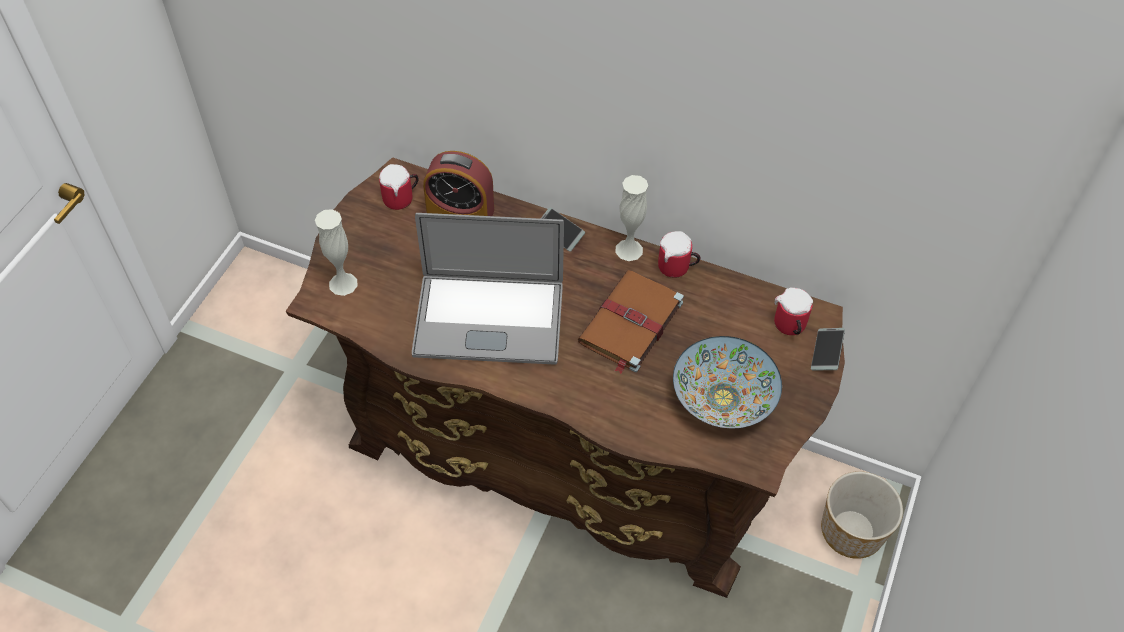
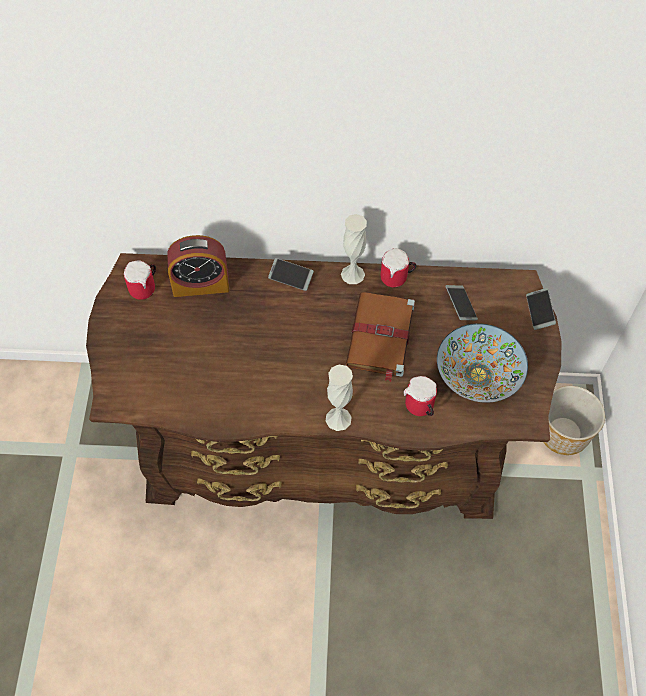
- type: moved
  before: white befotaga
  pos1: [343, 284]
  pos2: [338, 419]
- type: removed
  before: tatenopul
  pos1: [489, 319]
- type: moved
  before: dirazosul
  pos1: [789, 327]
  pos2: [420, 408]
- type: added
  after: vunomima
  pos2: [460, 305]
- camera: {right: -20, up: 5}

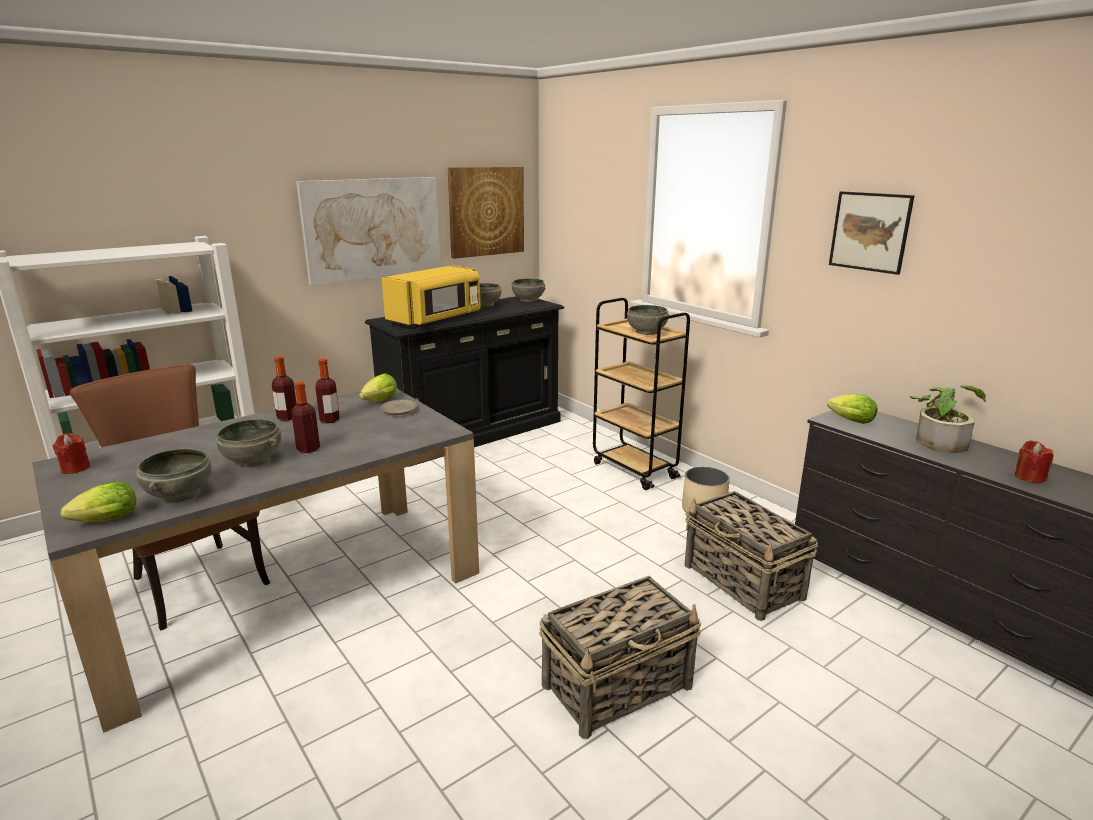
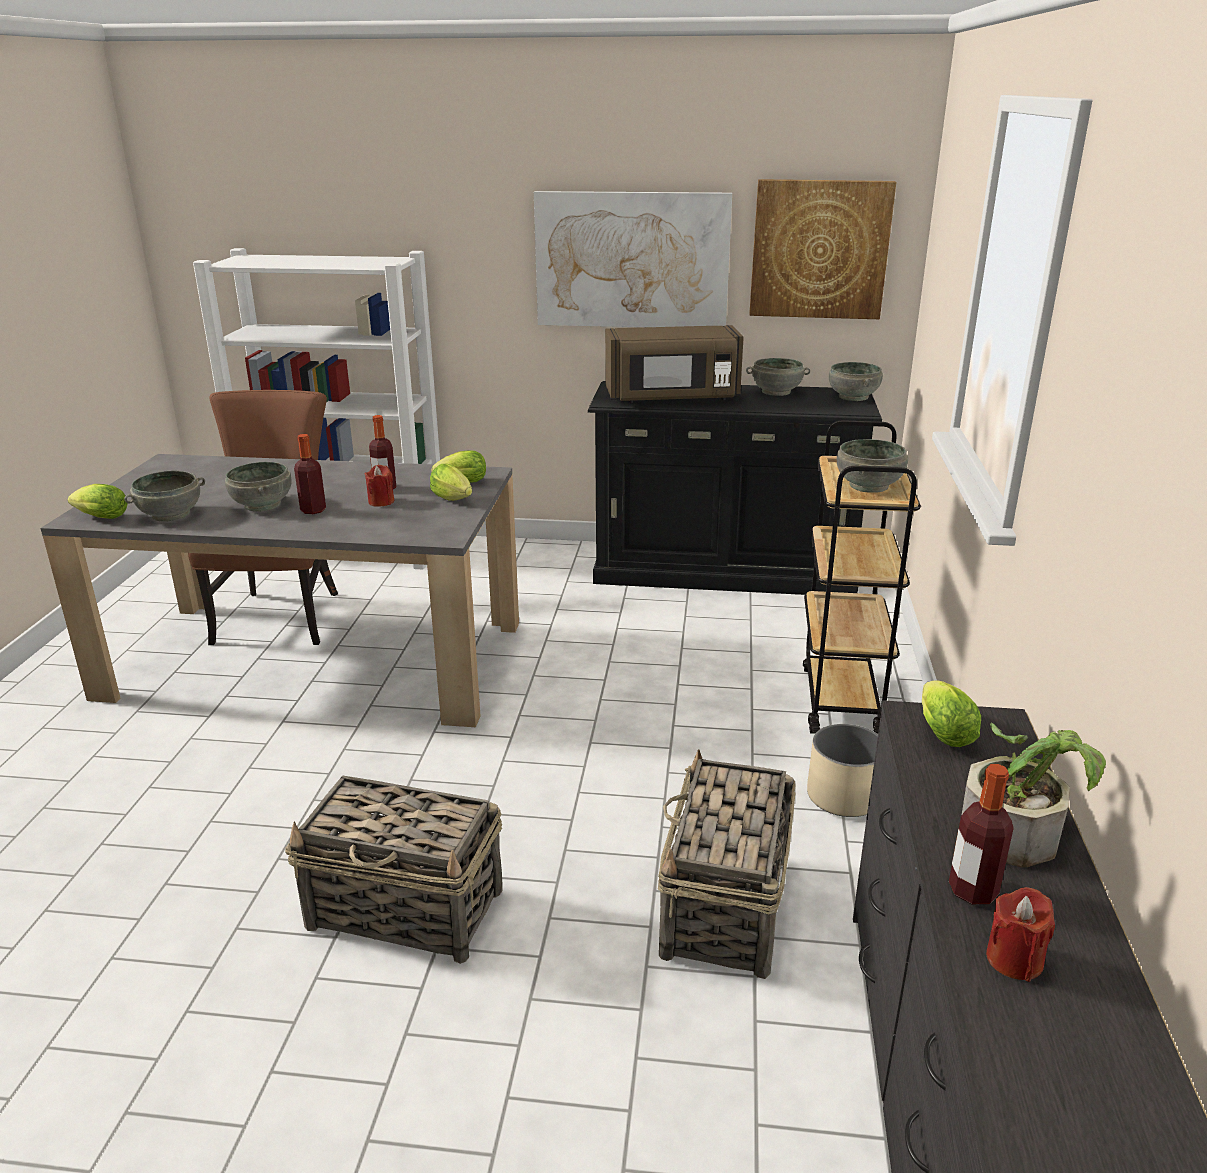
- type: moved
  before: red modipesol
  pos1: [75, 468]
  pos2: [381, 502]
- type: moved
  before: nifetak
  pos1: [287, 417]
  pos2: [973, 890]
- type: replaced
  before: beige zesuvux
  after: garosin
  pos1: [399, 411]
  pos2: [454, 500]
- type: recoloured
  before: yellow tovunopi
  after: brown tovunopi
  pos1: [436, 319]
  pos2: [672, 398]
- type: removed
  before: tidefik
  pos1: [870, 232]
- camera: {right: 45, up: 5}

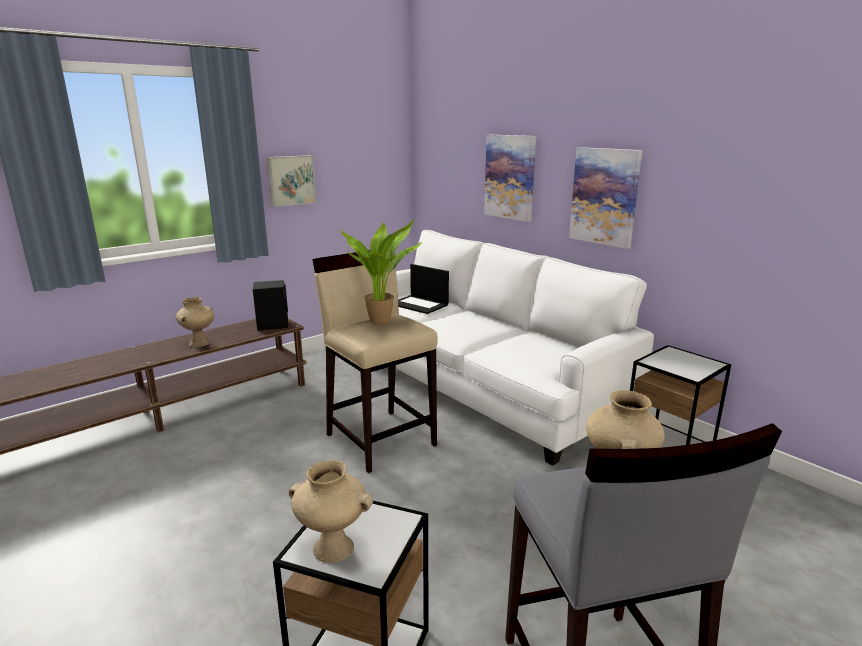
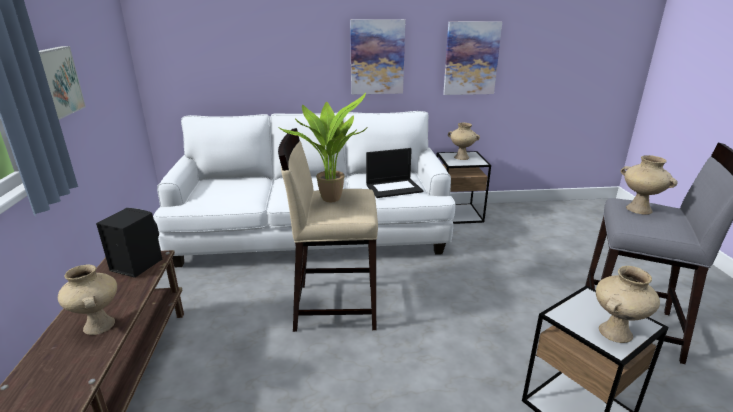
- type: moved
  before: tatenopul
  pos1: [420, 304]
  pos2: [394, 188]
- type: moved
  before: tidefik
  pos1: [510, 177]
  pos2: [471, 58]
- type: added
  after: beige befotaga
  pos2: [462, 157]
- camera: {right: -55, up: 5}

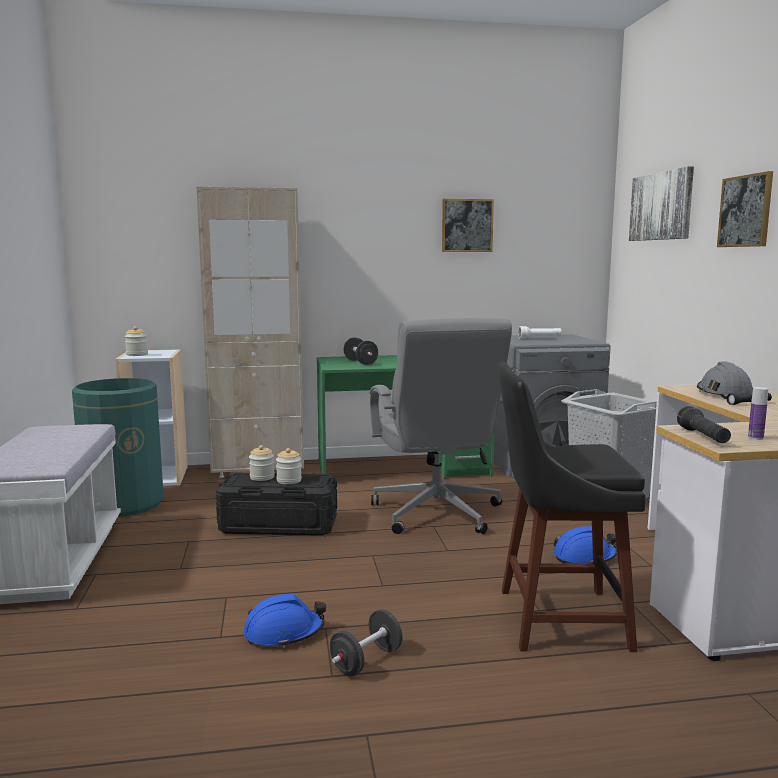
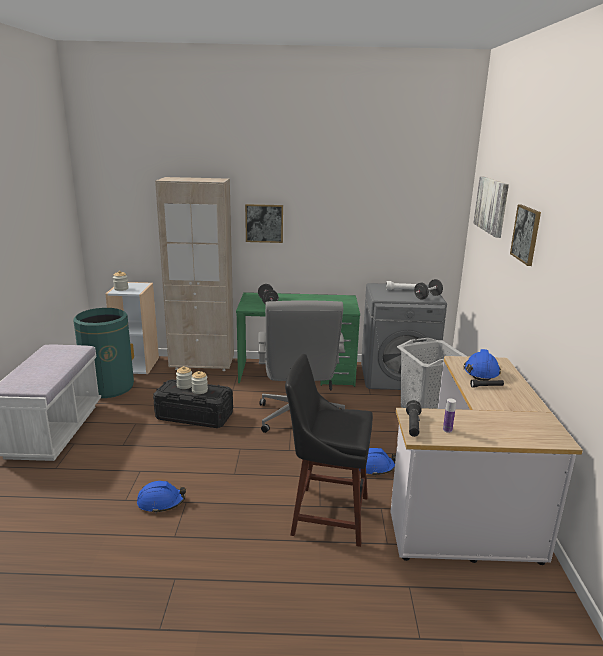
- type: moved
  before: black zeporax
  pos1: [366, 661]
  pos2: [427, 297]
- type: moved
  before: tidefik
  pos1: [467, 225]
  pos2: [264, 223]
- type: recoloured
  before: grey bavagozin
  after: blue bavagozin
  pos1: [723, 393]
  pos2: [481, 371]
- camera: {right: 10, up: 10}

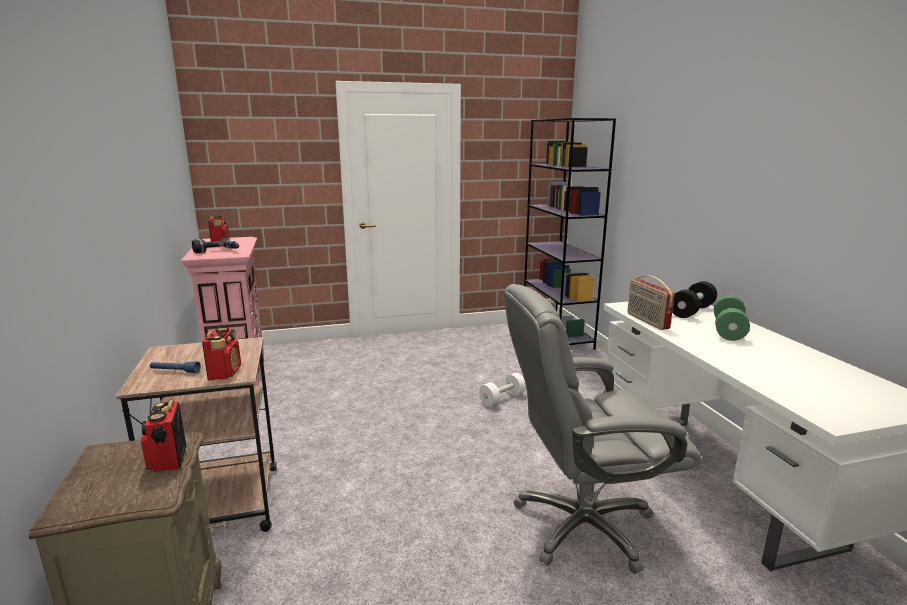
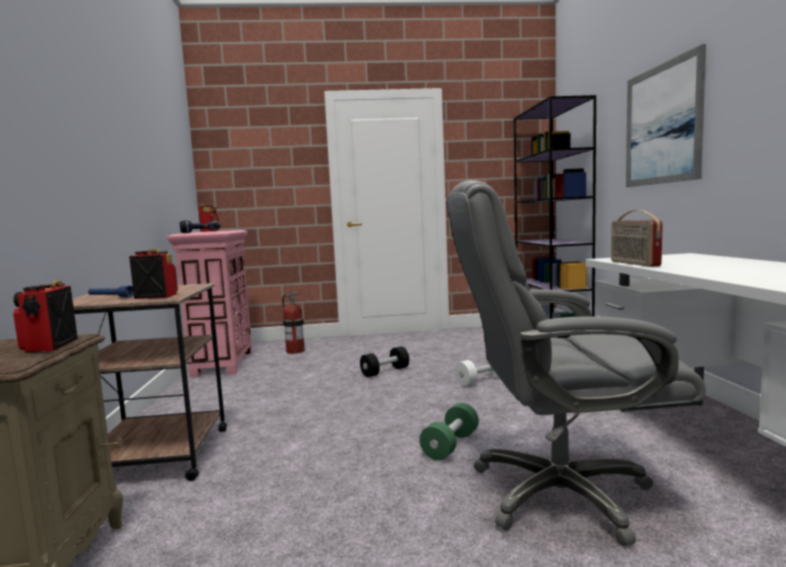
- type: turned
  before: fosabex
  pos1: [225, 372]
  pos2: [156, 297]
  turn: -90
- type: moved
  before: black zeporax
  pos1: [691, 311]
  pos2: [385, 371]
- type: moved
  before: green zeporax
  pos1: [728, 330]
  pos2: [450, 445]
- type: added
  after: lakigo
  pos2: [295, 351]
- type: added
  after: tidefik
  pos2: [662, 124]
- camera: {right: 10, up: -10}

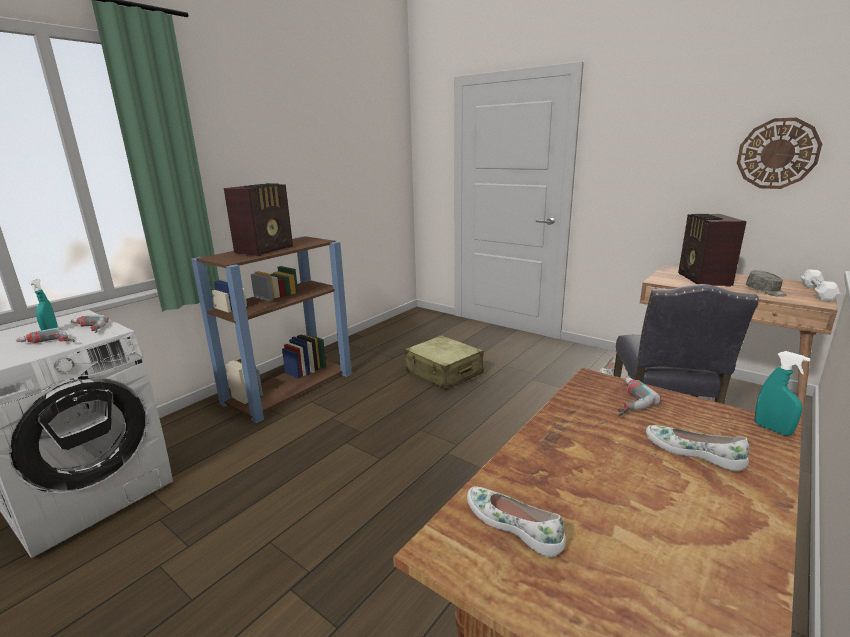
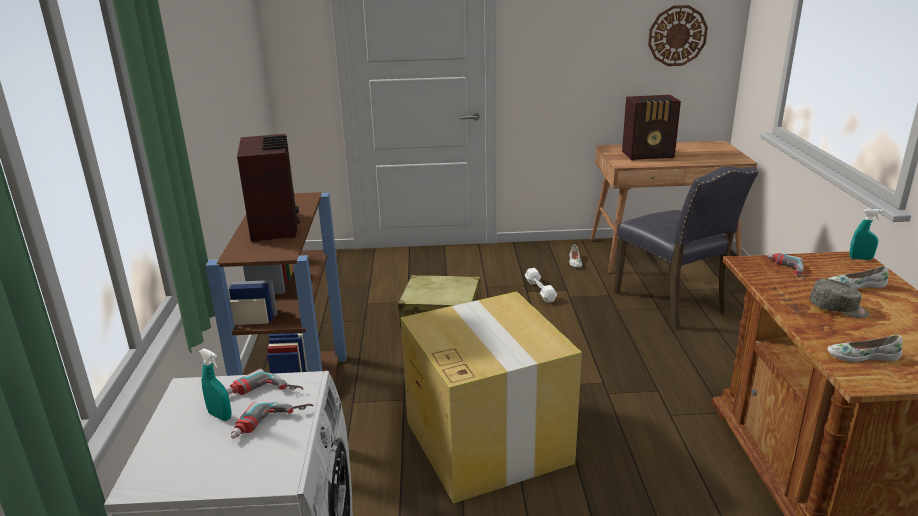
- type: turned
  before: fosabex
  pos1: [703, 280]
  pos2: [649, 155]
  turn: -60
- type: moved
  before: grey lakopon
  pos1: [765, 291]
  pos2: [838, 309]
- type: moved
  before: white zeporax
  pos1: [817, 292]
  pos2: [540, 291]
- type: added
  after: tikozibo
  pos2: [486, 440]
- camera: {right: -40, up: 5}

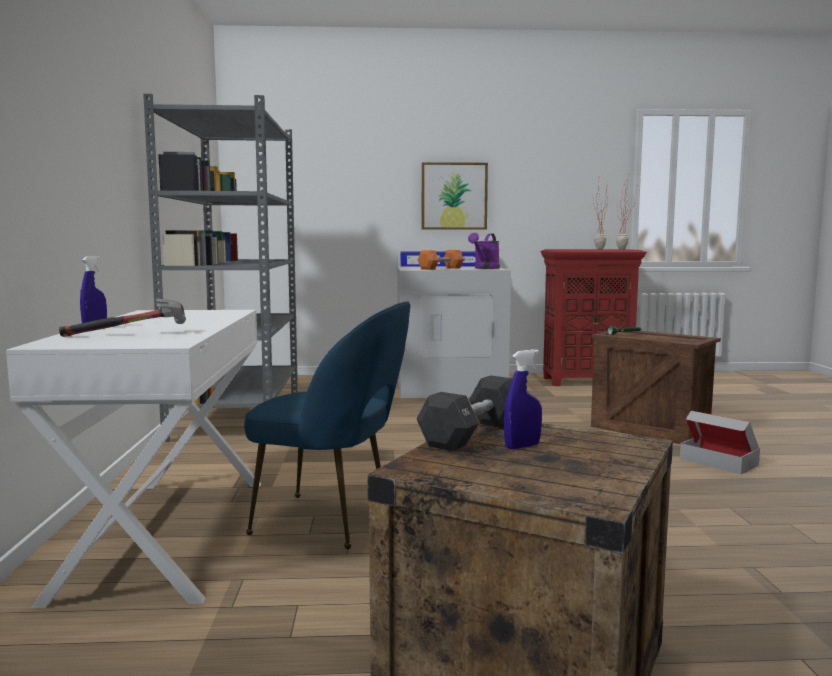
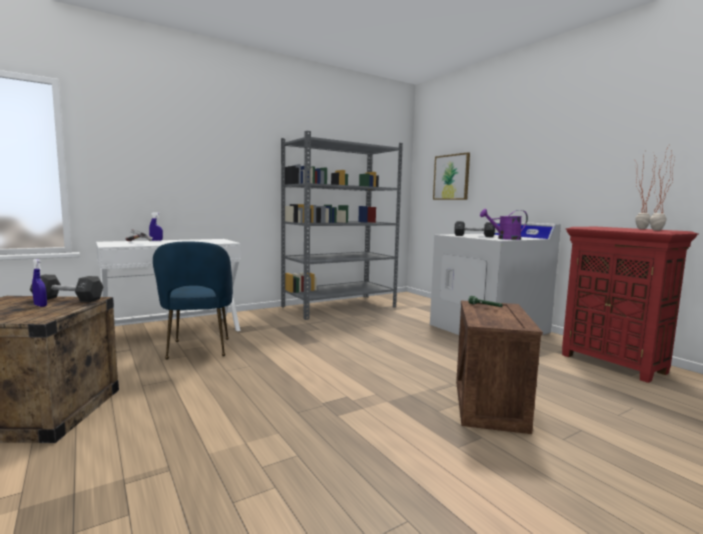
- type: recoloured
  before: orange zeporax
  after: black zeporax
  pos1: [440, 268]
  pos2: [473, 236]
- type: moved
  before: tidefik
  pos1: [454, 196]
  pos2: [451, 177]
- type: removed
  before: tikozibo
  pos1: [719, 462]
- camera: {right: 60, up: 0}

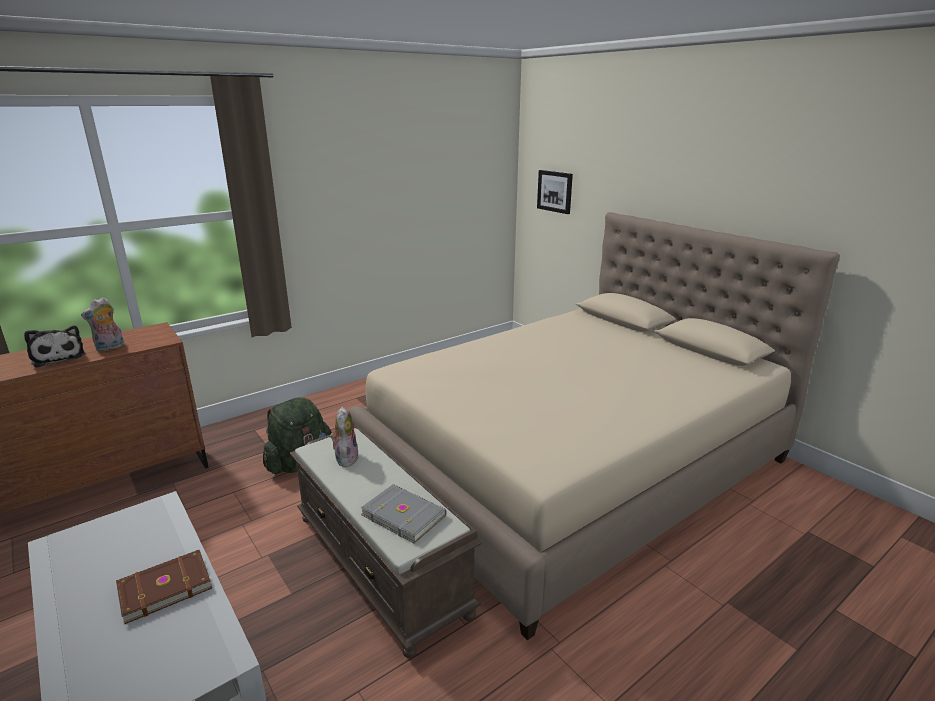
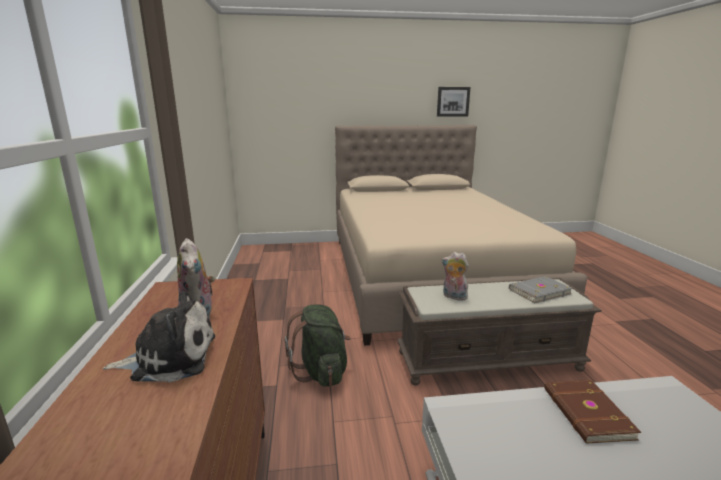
- type: moved
  before: tidefik
  pos1: [555, 191]
  pos2: [453, 101]
- camera: {right: -60, up: -5}

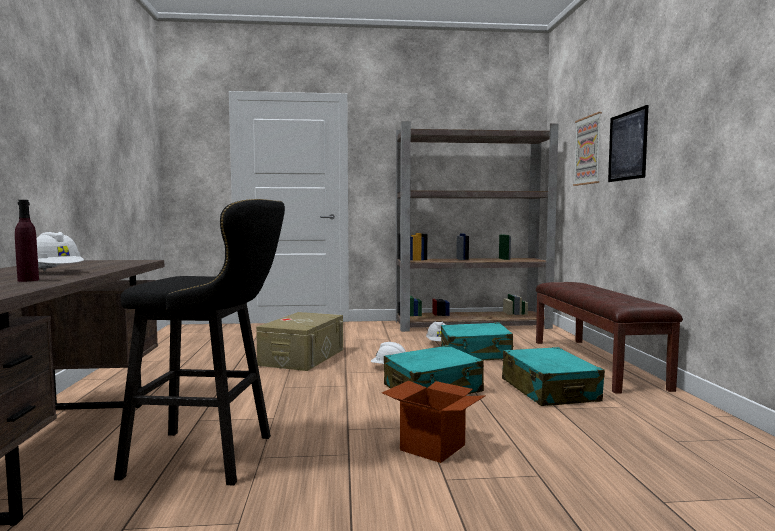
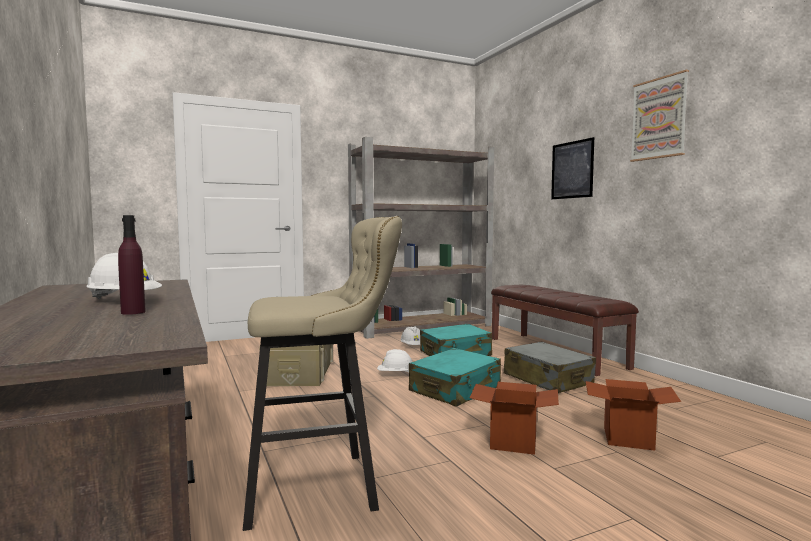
- type: recoloured
  before: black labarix
  after: beige labarix
  pos1: [216, 457]
  pos2: [327, 485]
- type: recoloured
  before: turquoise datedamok
  after: grey datedamok
  pos1: [549, 391]
  pos2: [547, 380]
- type: moved
  before: tidefik
  pos1: [588, 150]
  pos2: [659, 118]
- type: added
  after: tikozibo
  pos2: [628, 438]
- camera: {right: -20, up: 0}

